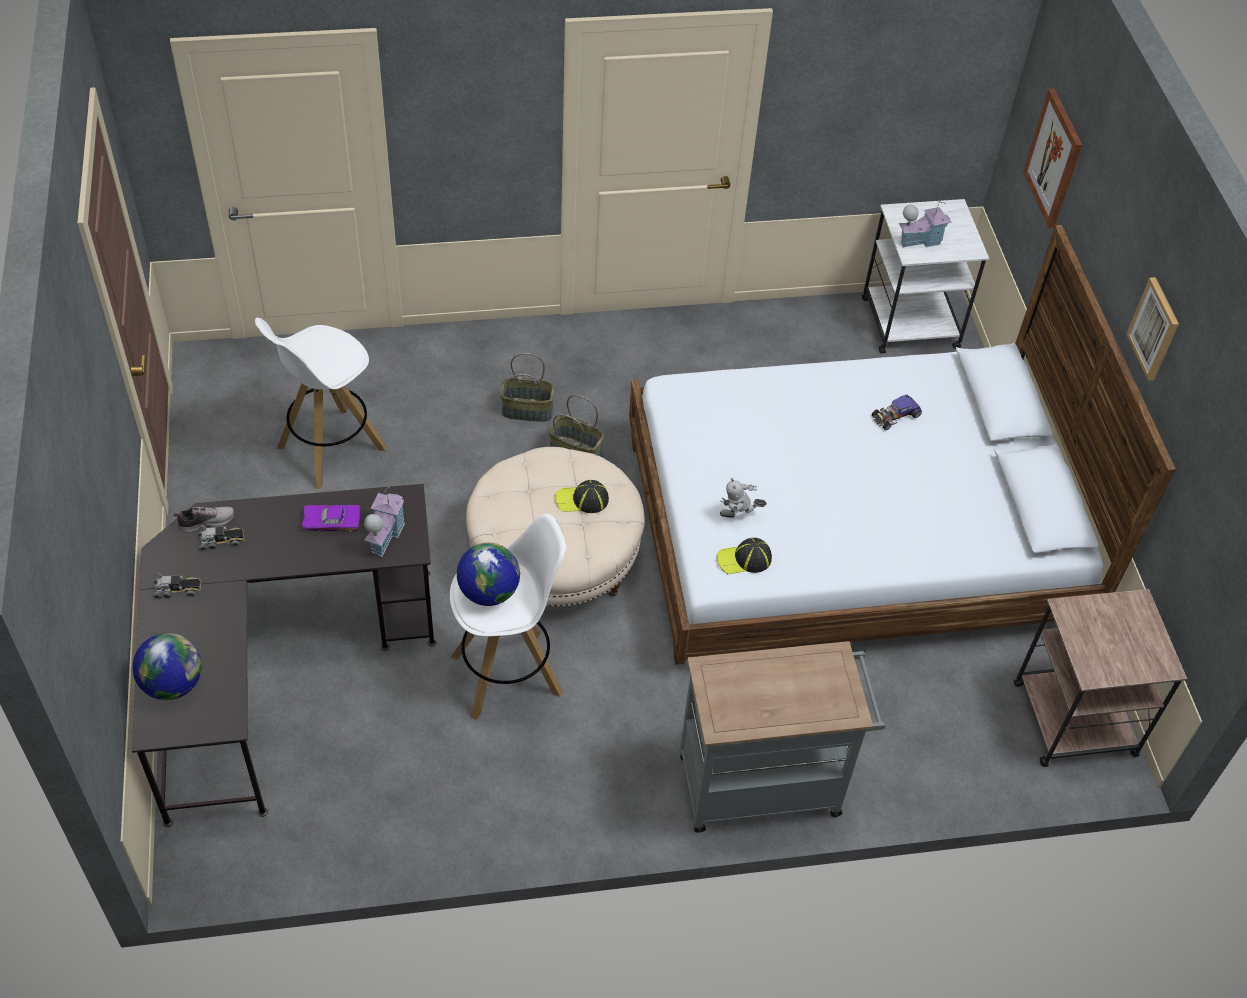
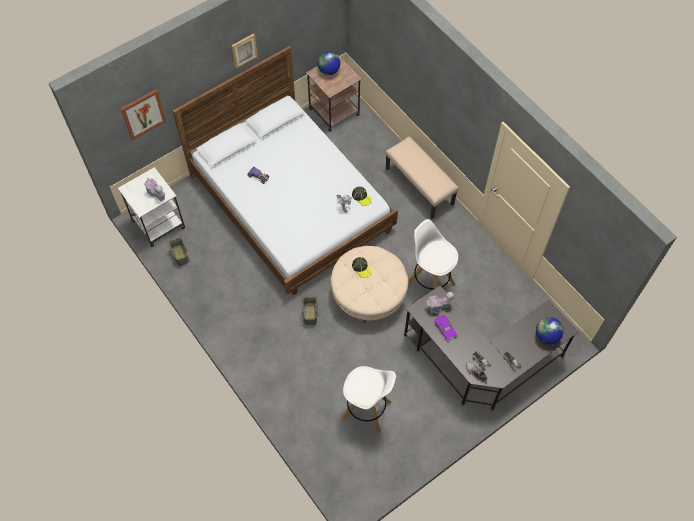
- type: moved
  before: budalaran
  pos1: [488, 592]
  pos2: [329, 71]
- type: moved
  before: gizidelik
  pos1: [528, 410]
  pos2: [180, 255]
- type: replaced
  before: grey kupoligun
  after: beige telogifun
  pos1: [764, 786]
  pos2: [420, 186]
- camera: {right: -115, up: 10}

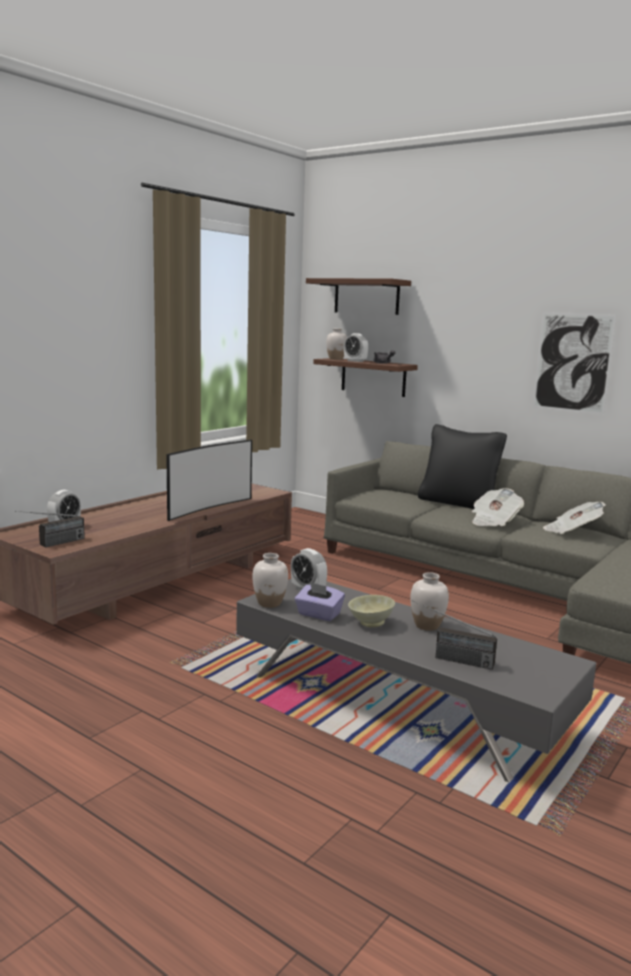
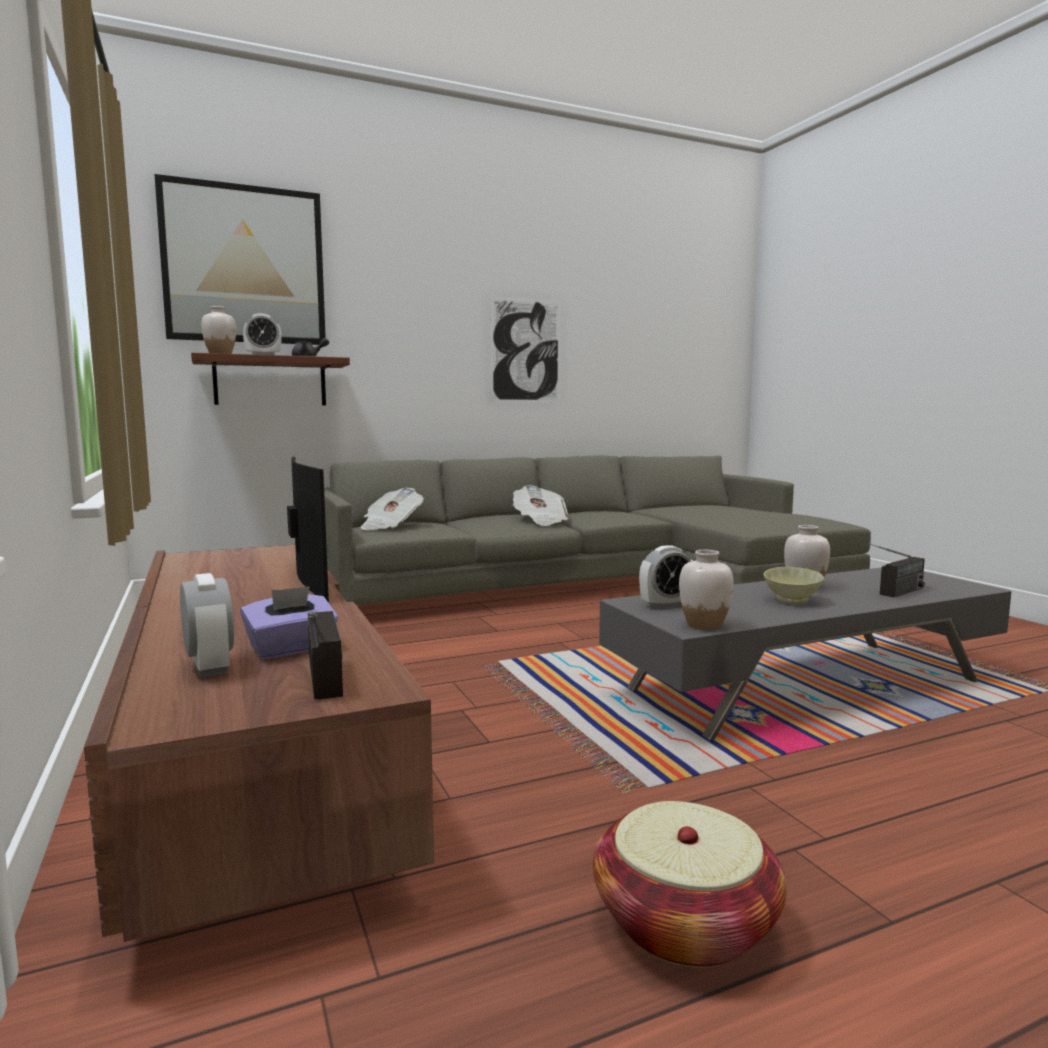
- type: moved
  before: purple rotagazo
  pos1: [318, 615]
  pos2: [292, 649]
- type: replaced
  before: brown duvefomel
  after: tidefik
  pos1: [366, 297]
  pos2: [244, 265]
- type: removed
  before: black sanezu
  pos1: [458, 503]
- type: moved
  before: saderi
  pos1: [572, 532]
  pos2: [390, 526]
- type: added
  after: gizidelik
  pos2: [685, 923]
- camera: {right: -60, up: -5}

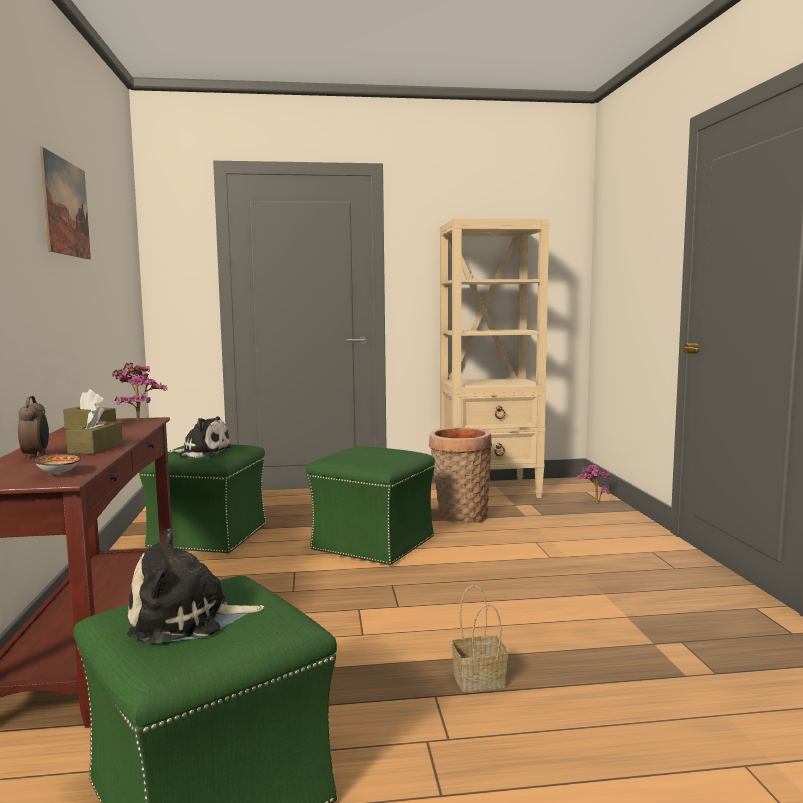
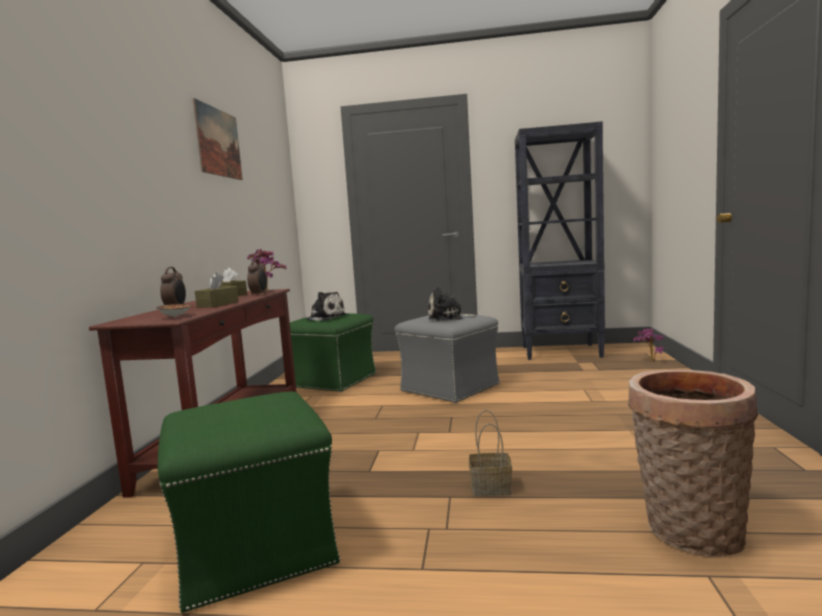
- type: moved
  before: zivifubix
  pos1: [187, 619]
  pos2: [448, 318]
- type: recoloured
  before: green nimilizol
  after: grey nimilizol
  pos1: [372, 543]
  pos2: [449, 388]
- type: moved
  before: gizidelik
  pos1: [459, 517]
  pos2: [687, 531]
- type: recoloured
  before: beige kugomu
  after: black kugomu
  pos1: [490, 490]
  pos2: [562, 352]
- type: added
  after: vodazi
  pos2: [259, 294]
- camera: {right: 15, up: 0}

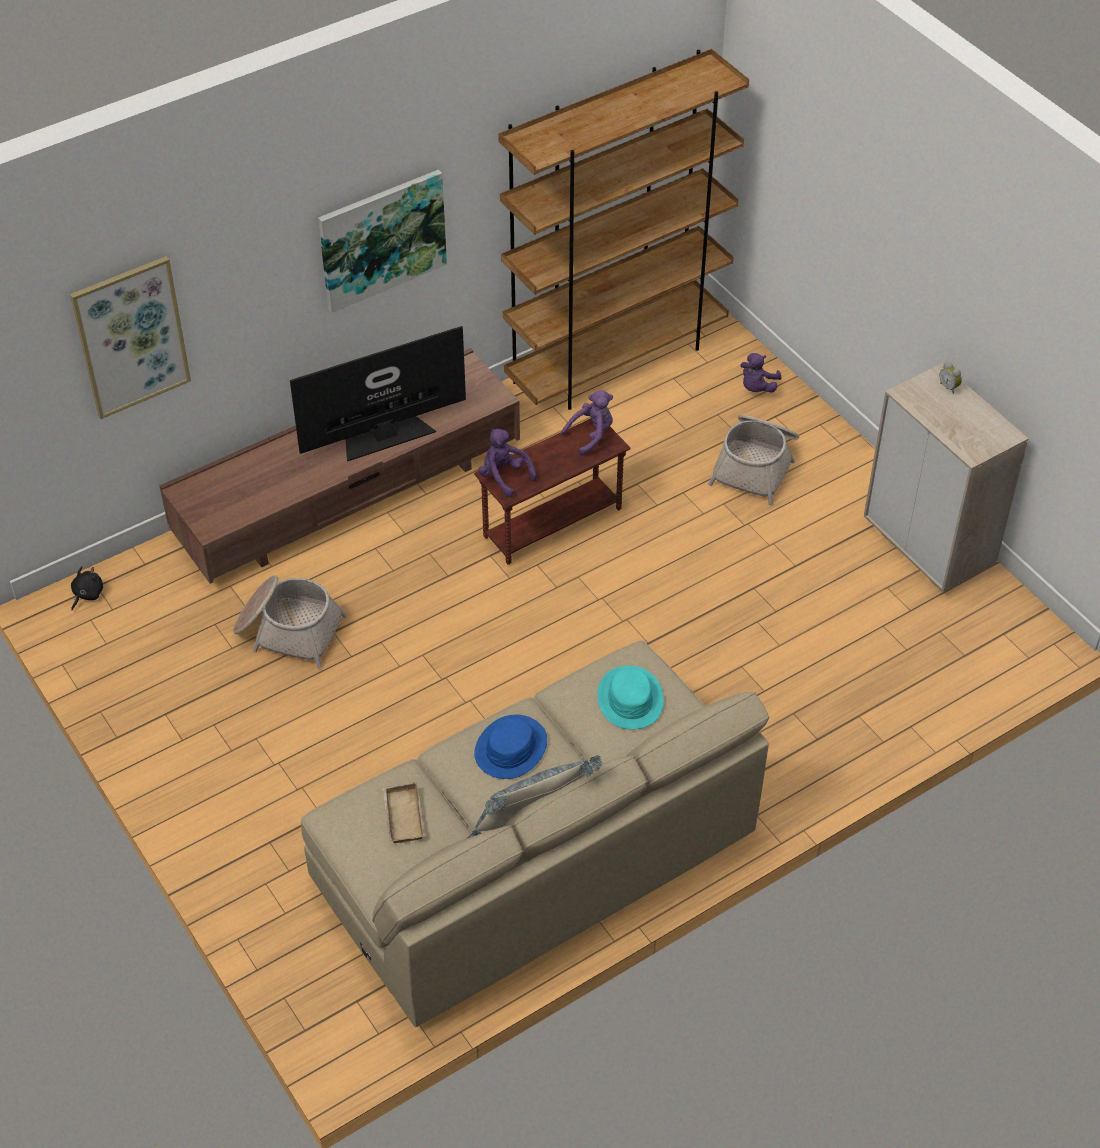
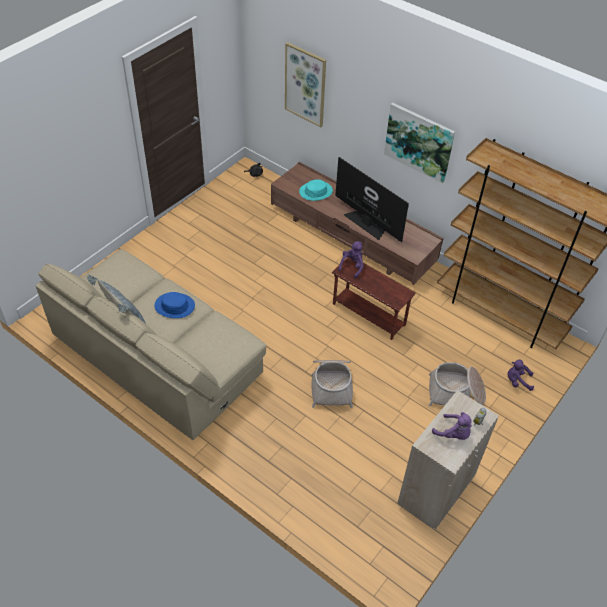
- type: moved
  before: gizidelik
  pos1: [288, 630]
  pos2: [331, 385]
- type: removed
  before: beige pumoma
  pos1: [402, 816]
- type: moved
  before: purple zivifubix
  pos1: [591, 435]
  pos2: [453, 434]
- type: moved
  before: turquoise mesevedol
  pos1: [630, 699]
  pos2: [315, 191]
- camera: {right: 70, up: 0}

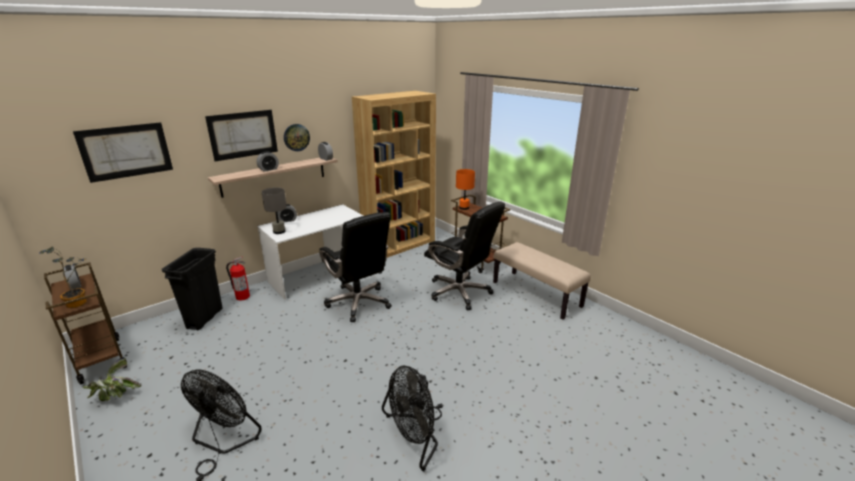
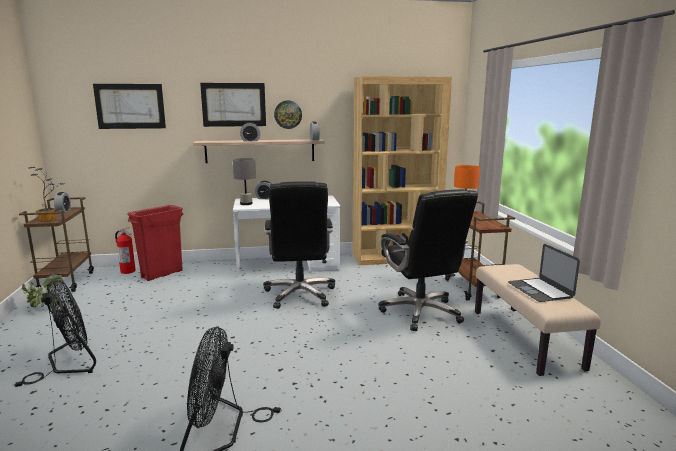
- type: recoloured
  before: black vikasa
  after: red vikasa
  pos1: [205, 318]
  pos2: [162, 274]
- type: moved
  before: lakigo
  pos1: [242, 297]
  pos2: [128, 271]
- type: added
  after: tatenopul
  pos2: [540, 290]
- camera: {right: 30, up: -10}

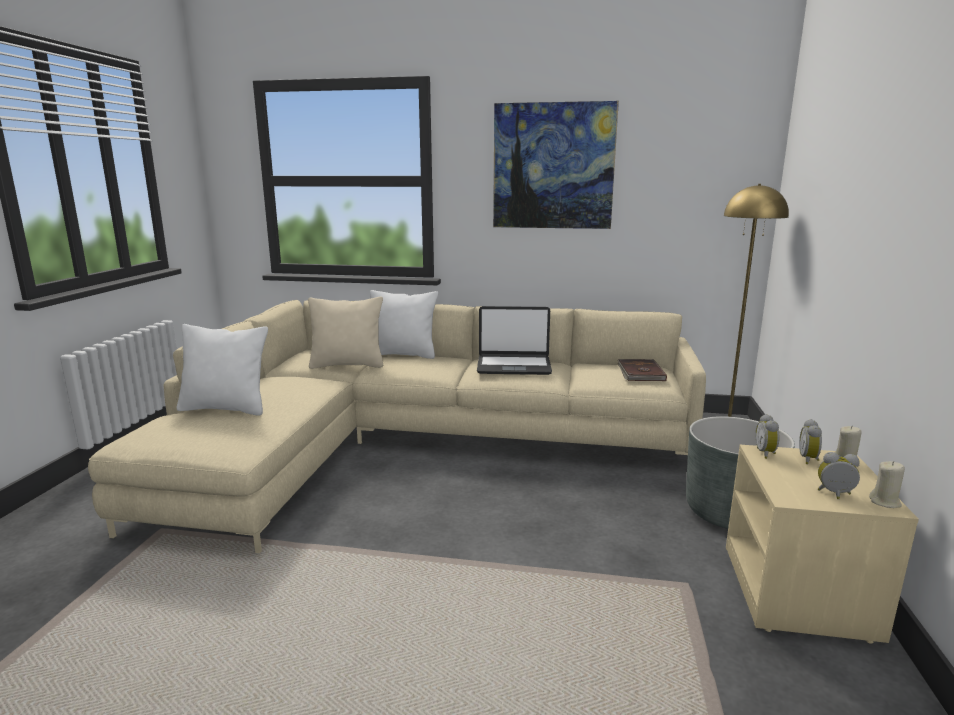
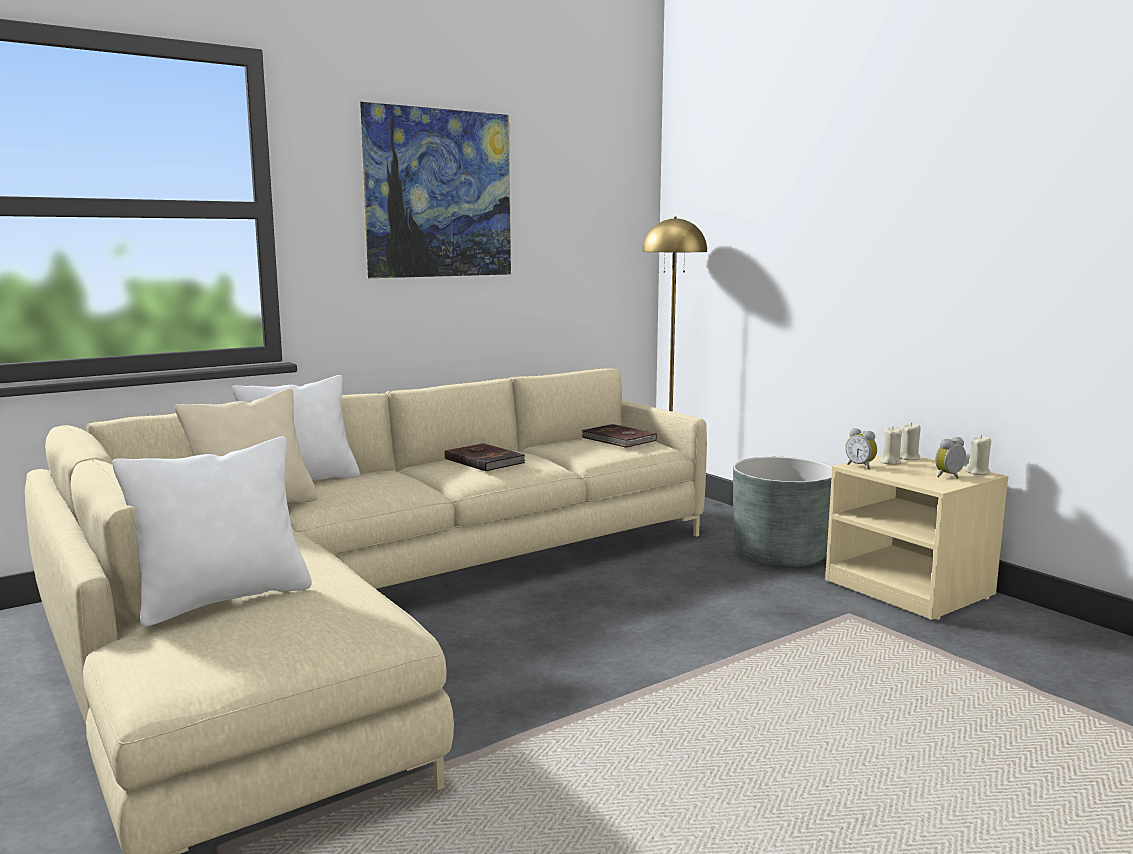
- type: replaced
  before: tatenopul
  after: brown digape
  pos1: [513, 366]
  pos2: [485, 460]
- type: replaced
  before: vodazi
  after: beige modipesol
  pos1: [809, 459]
  pos2: [889, 462]
- camera: {right: -45, up: -5}

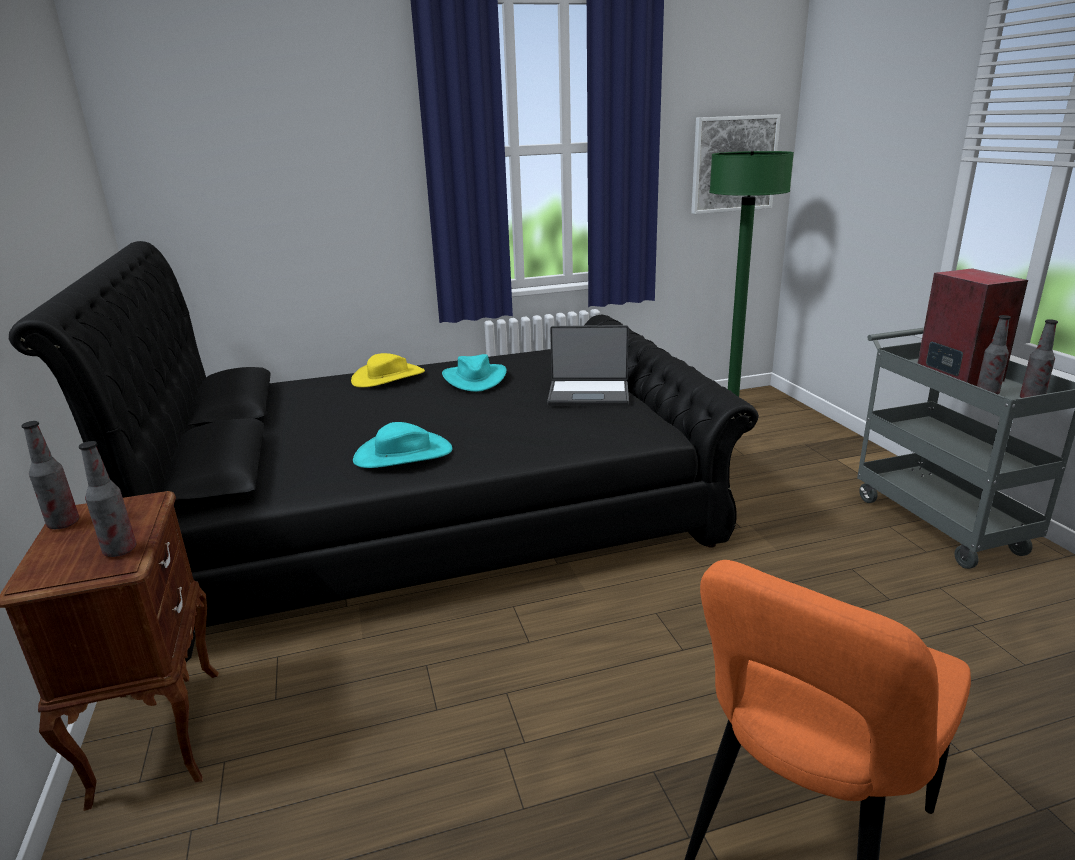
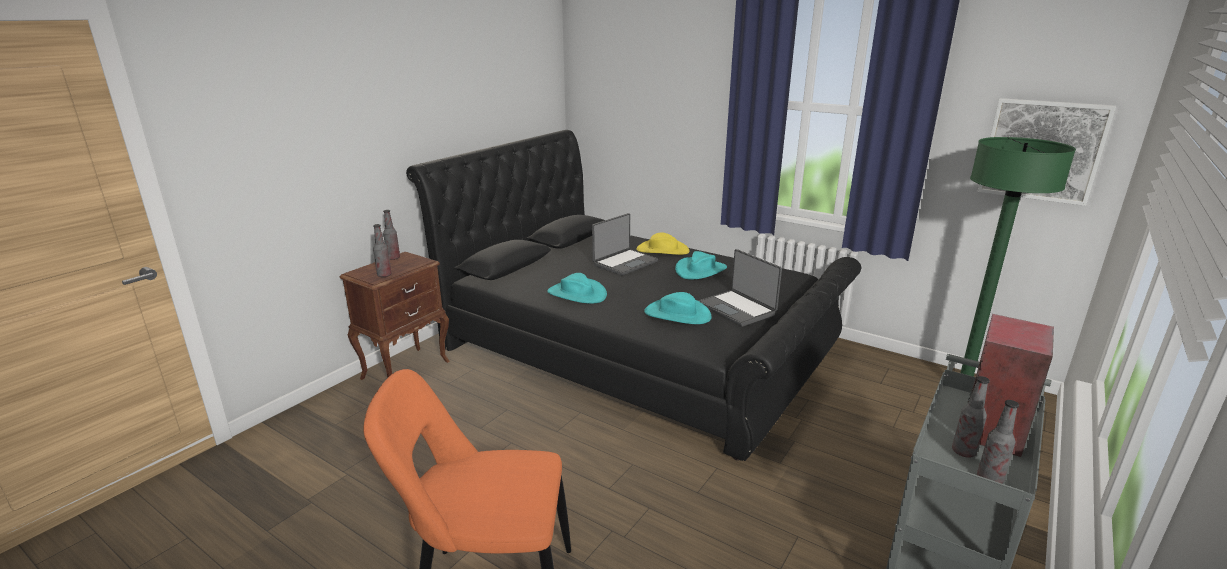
- type: added
  after: tatenopul
  pos2: [624, 263]
- type: added
  after: turquoise mesevedol
  pos2: [677, 314]
- camera: {right: 50, up: 0}

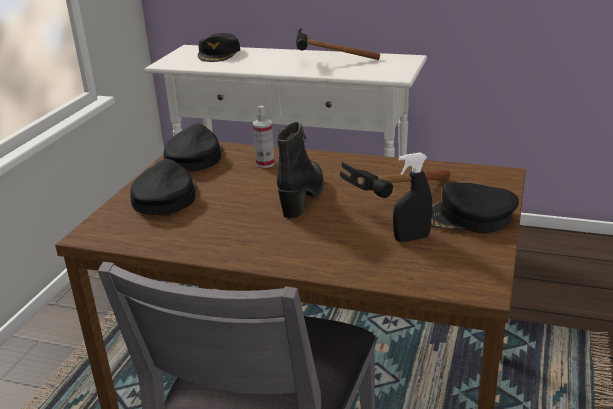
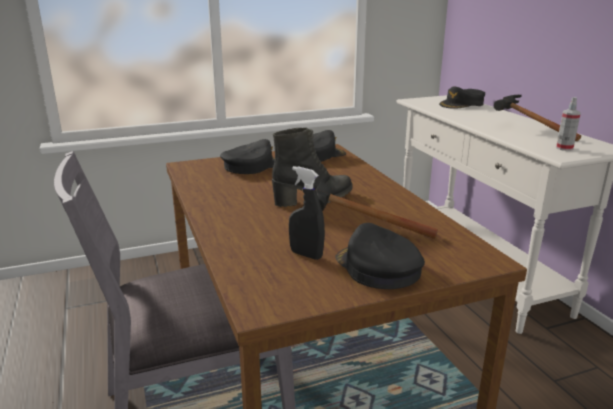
- type: moved
  before: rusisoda
  pos1: [265, 163]
  pos2: [564, 148]
- camera: {right: 50, up: -5}

